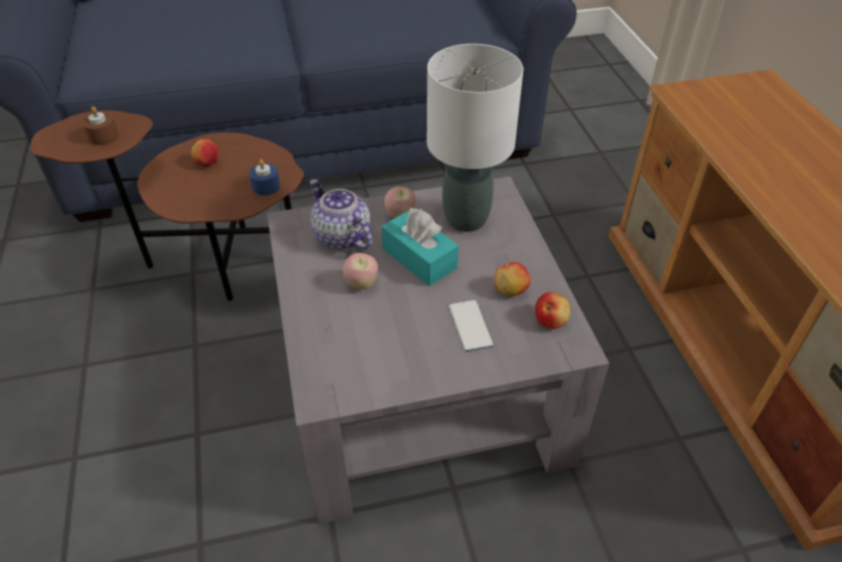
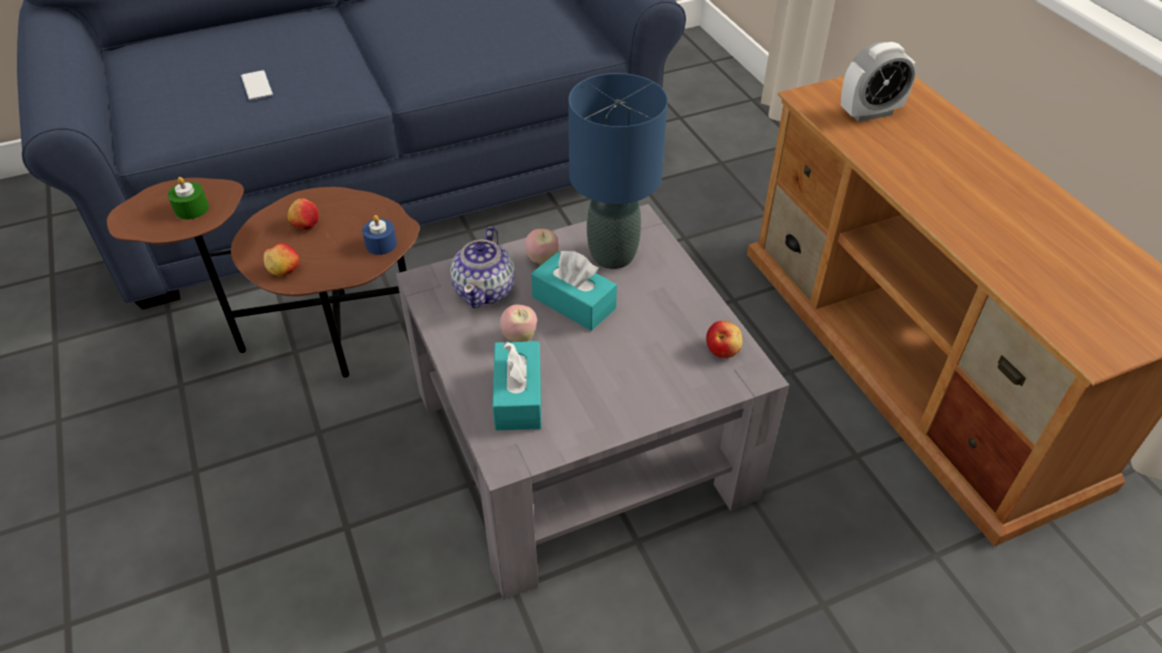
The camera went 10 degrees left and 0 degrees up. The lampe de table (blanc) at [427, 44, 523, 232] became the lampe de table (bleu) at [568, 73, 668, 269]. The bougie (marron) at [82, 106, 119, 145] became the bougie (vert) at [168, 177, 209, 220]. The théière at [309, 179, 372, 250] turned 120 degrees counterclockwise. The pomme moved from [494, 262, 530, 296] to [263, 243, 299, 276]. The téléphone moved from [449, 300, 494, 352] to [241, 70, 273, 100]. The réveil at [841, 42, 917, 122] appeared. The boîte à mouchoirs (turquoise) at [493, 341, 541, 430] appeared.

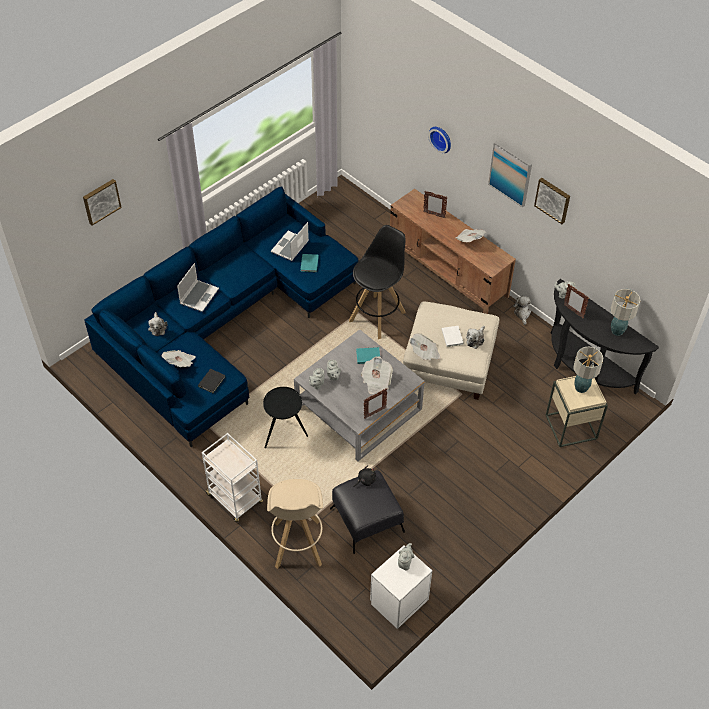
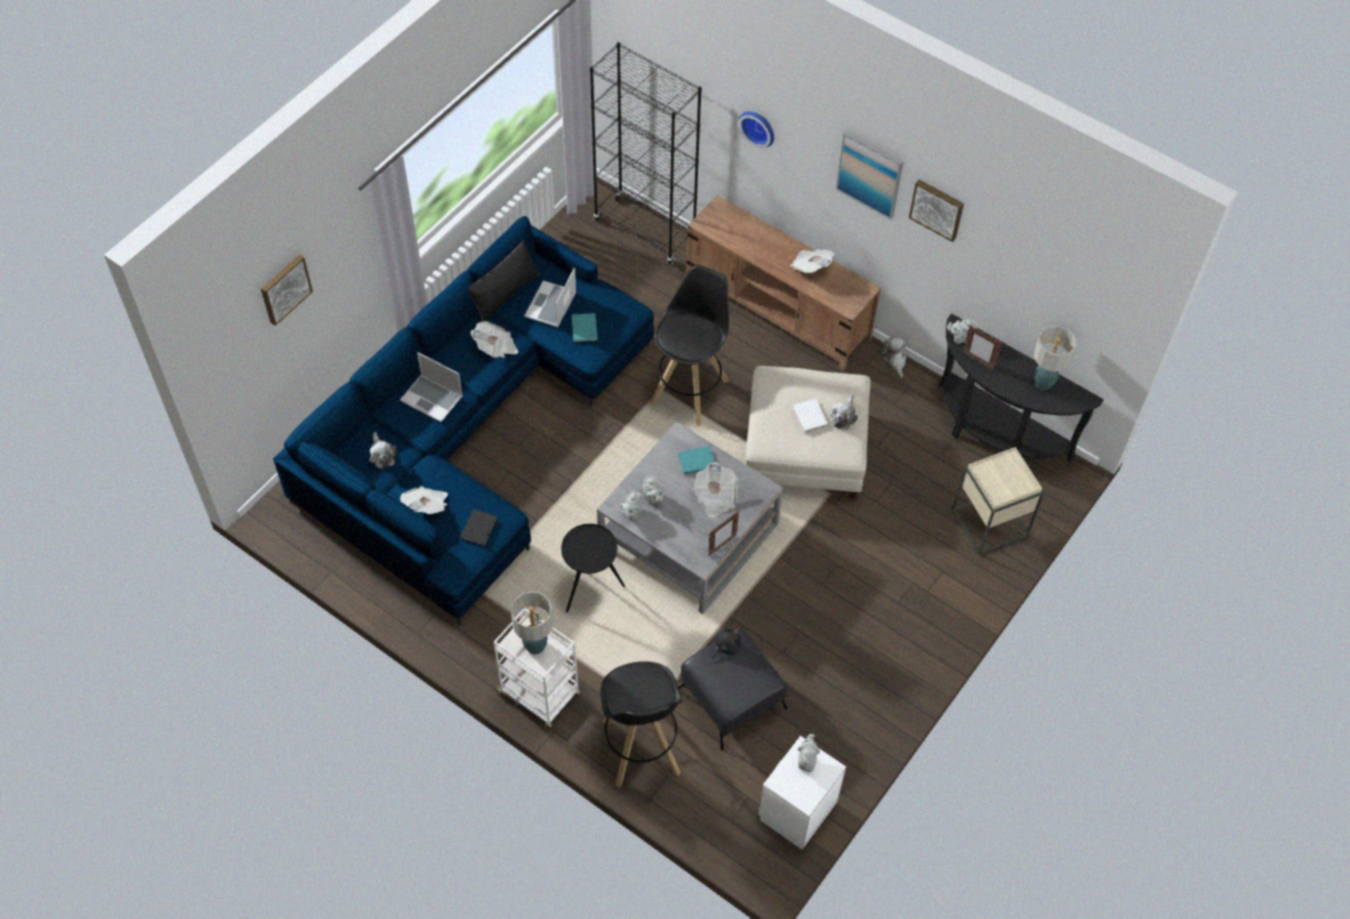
The camera went 10 degrees left and 5 degrees up. The cadre photo at [423, 191, 447, 218] disappeared. The ordinateur portable at [177, 263, 219, 312] turned 105 degrees clockwise. The journal moved from [409, 333, 440, 361] to [471, 321, 518, 358]. The lampe de table moved from [573, 346, 603, 393] to [511, 592, 553, 654]. The tabouret (beige) at [267, 479, 323, 569] became the tabouret (noir) at [601, 661, 682, 788]. The bibliothèque (noir) at [590, 42, 702, 264] appeared. The coussin (noir) at [467, 240, 541, 321] appeared.

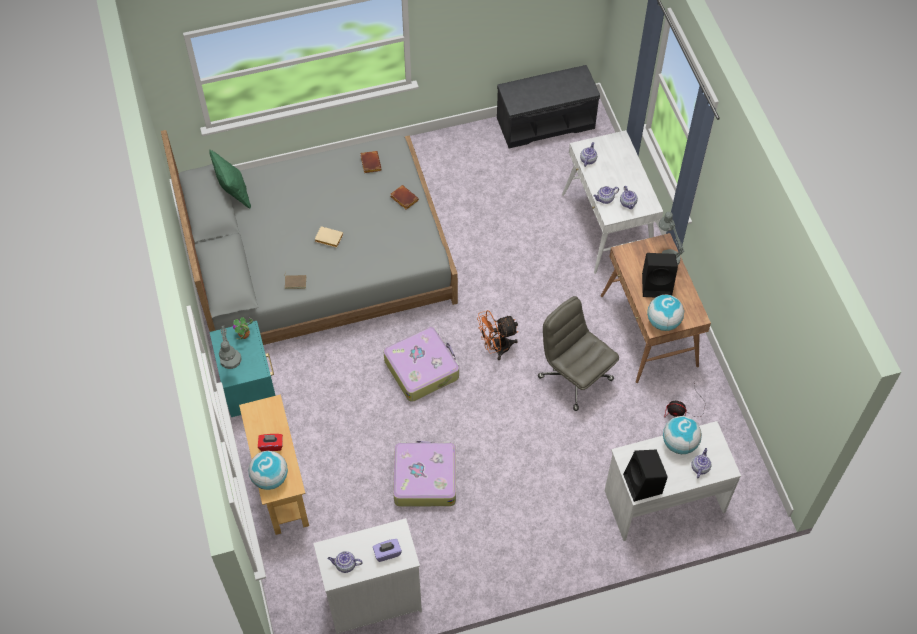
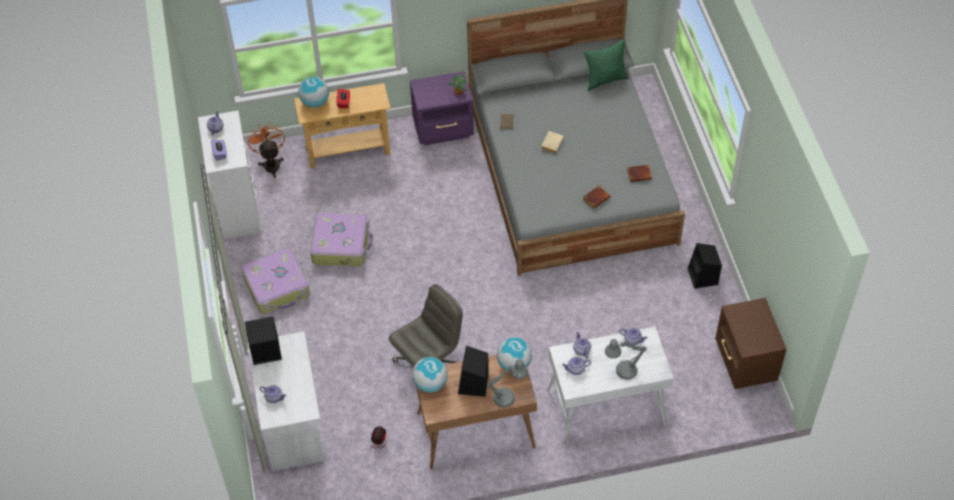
The camera went 95 degrees right and 5 degrees down. The banc (gris) at [497, 65, 600, 148] was replaced by the table de chevet (marron) at [715, 298, 787, 389]. The ventilateur (orange) moved from [477, 310, 518, 360] to [247, 122, 285, 178]. The table de chevet (turquoise) at [210, 321, 276, 417] became the table de chevet (violet) at [410, 71, 474, 145]. The lampe de table (gris) moved from [219, 325, 242, 369] to [605, 339, 647, 380]. The valise moved from [384, 327, 459, 402] to [241, 249, 310, 314]. The globe moved from [663, 416, 702, 454] to [497, 337, 532, 372]. The enceinte (noir) at [688, 243, 722, 289] appeared.

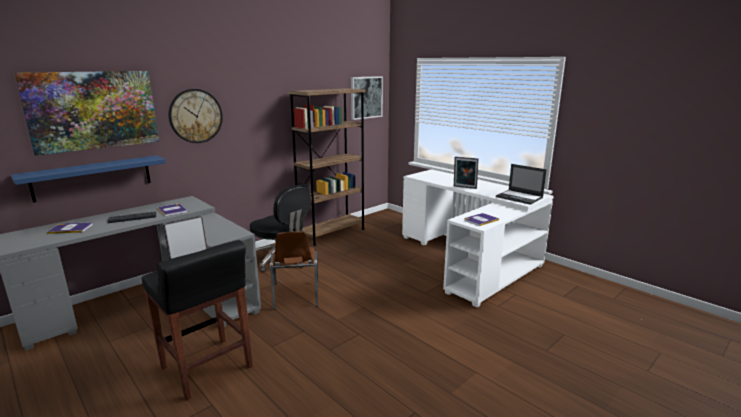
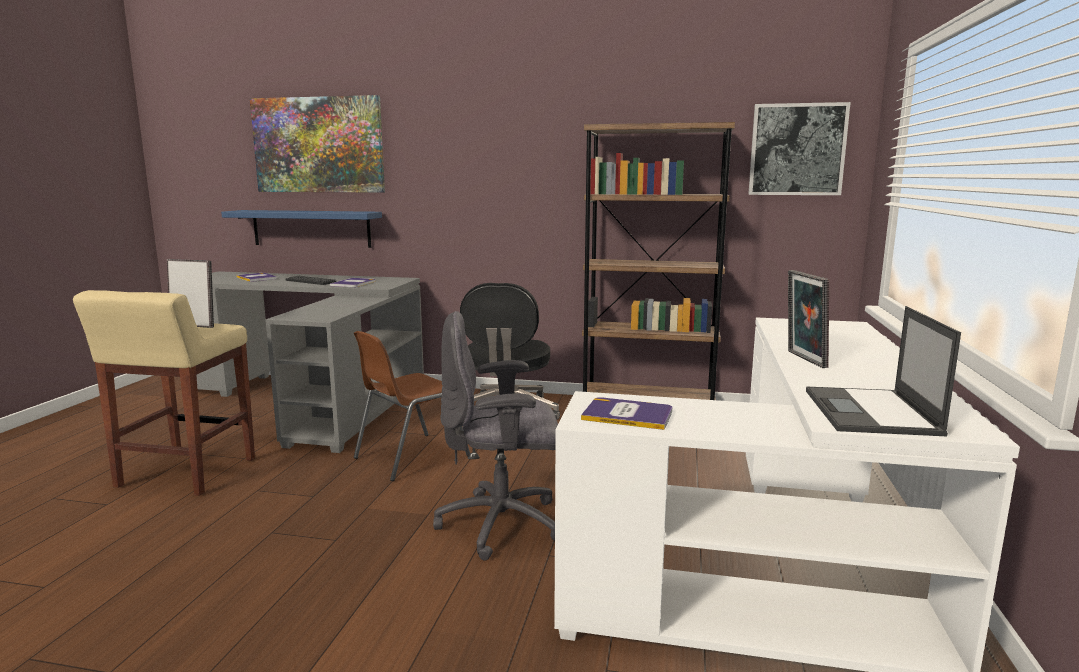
The camera went 55 degrees right and 5 degrees down. The horloge murale at [169, 89, 223, 143] disappeared. The tabouret (noir) at [142, 240, 253, 400] became the tabouret (beige) at [73, 290, 255, 496]. The chaise de bureau (gris) at [433, 311, 558, 560] appeared.

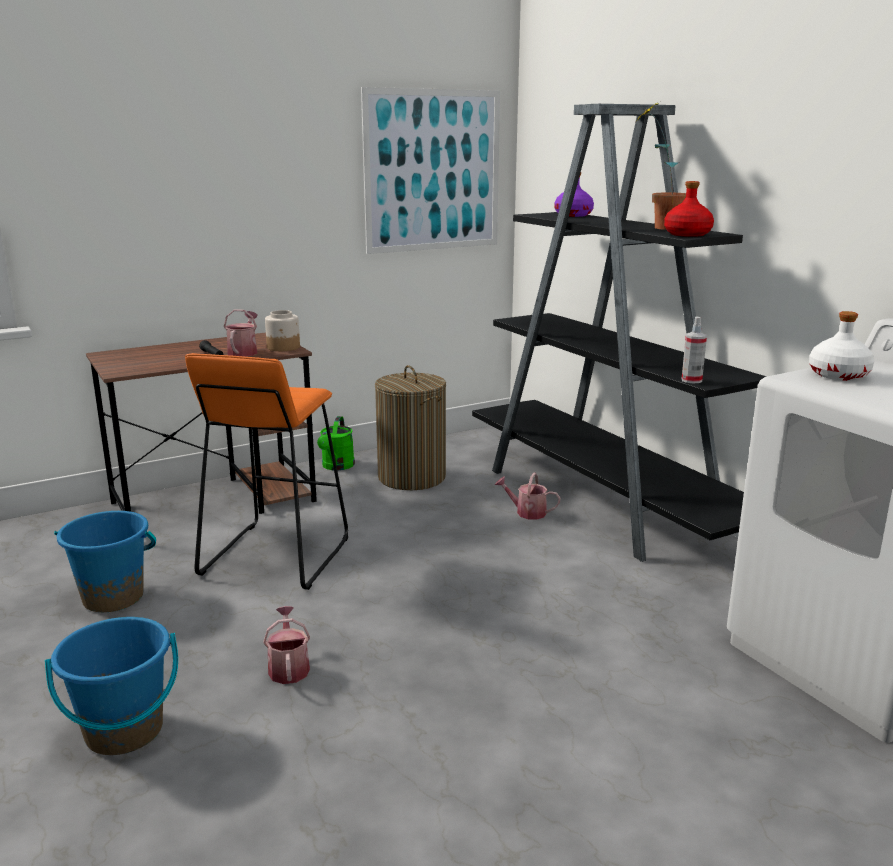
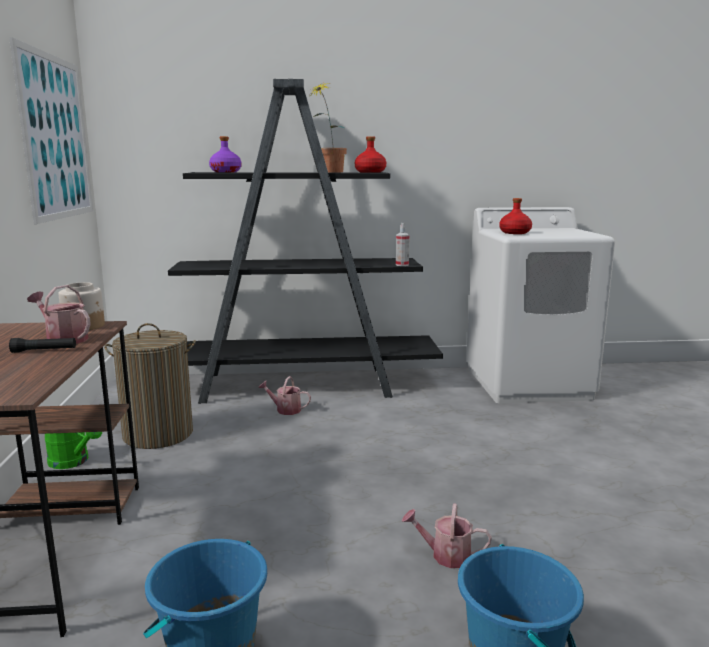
The camera went 65 degrees left and 5 degrees down. The bouteille (blanc) at [809, 311, 874, 381] became the bouteille (rouge) at [499, 198, 532, 234]. The tabouret (orange) at [185, 353, 348, 590] disappeared. The arrosoir at [495, 473, 561, 520] turned 60 degrees clockwise.

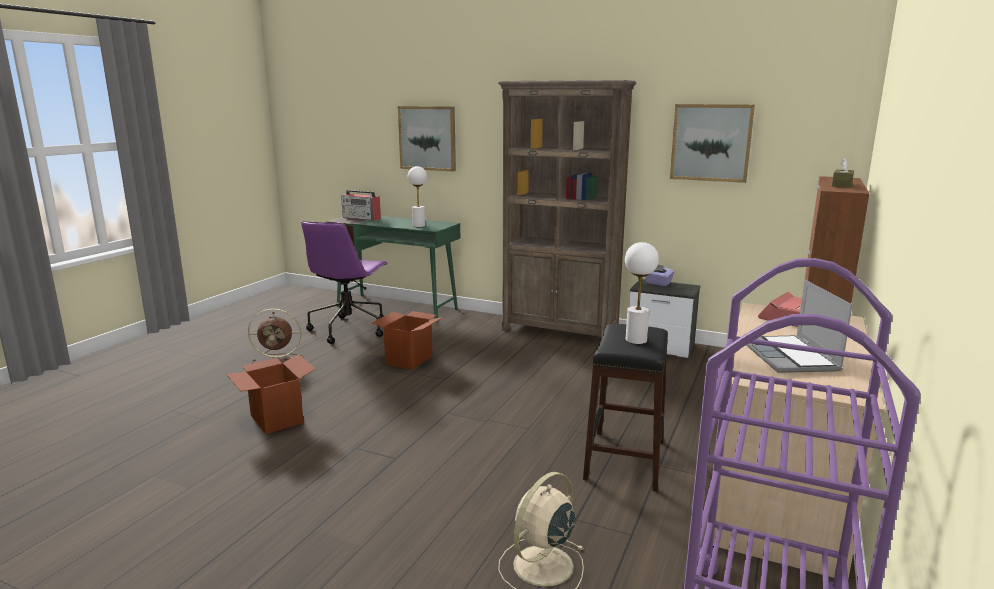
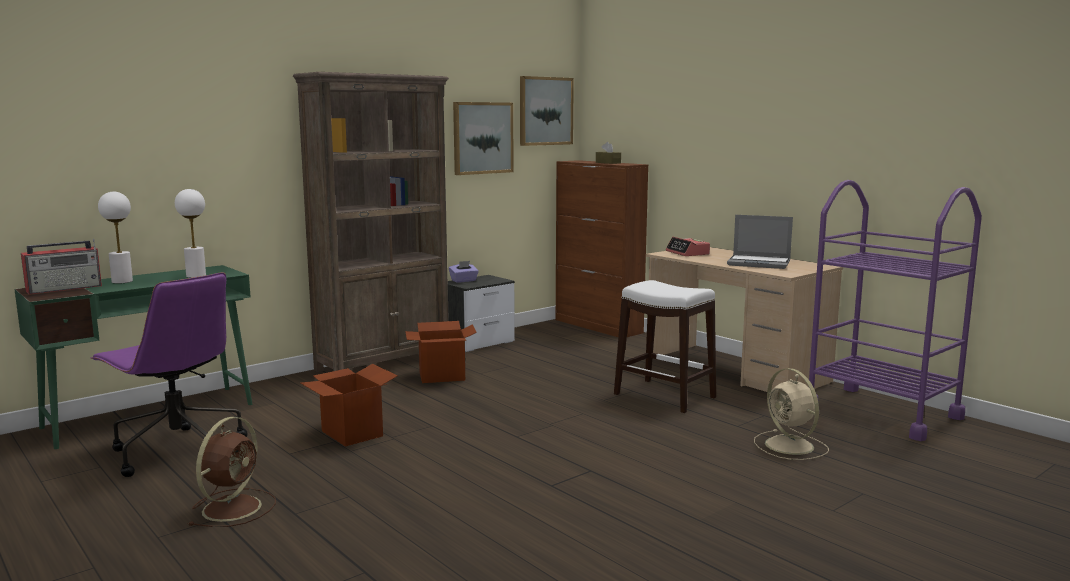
The camera went 65 degrees left and 5 degrees down. The tableau moved from [398, 106, 456, 172] to [520, 76, 574, 146]. The lampe de table (blanc) moved from [625, 242, 659, 344] to [98, 192, 133, 284]. The tabouret (noir) at [583, 324, 668, 492] became the tabouret (blanc) at [614, 280, 716, 413]. The carton moved from [226, 354, 316, 434] to [405, 321, 477, 383].

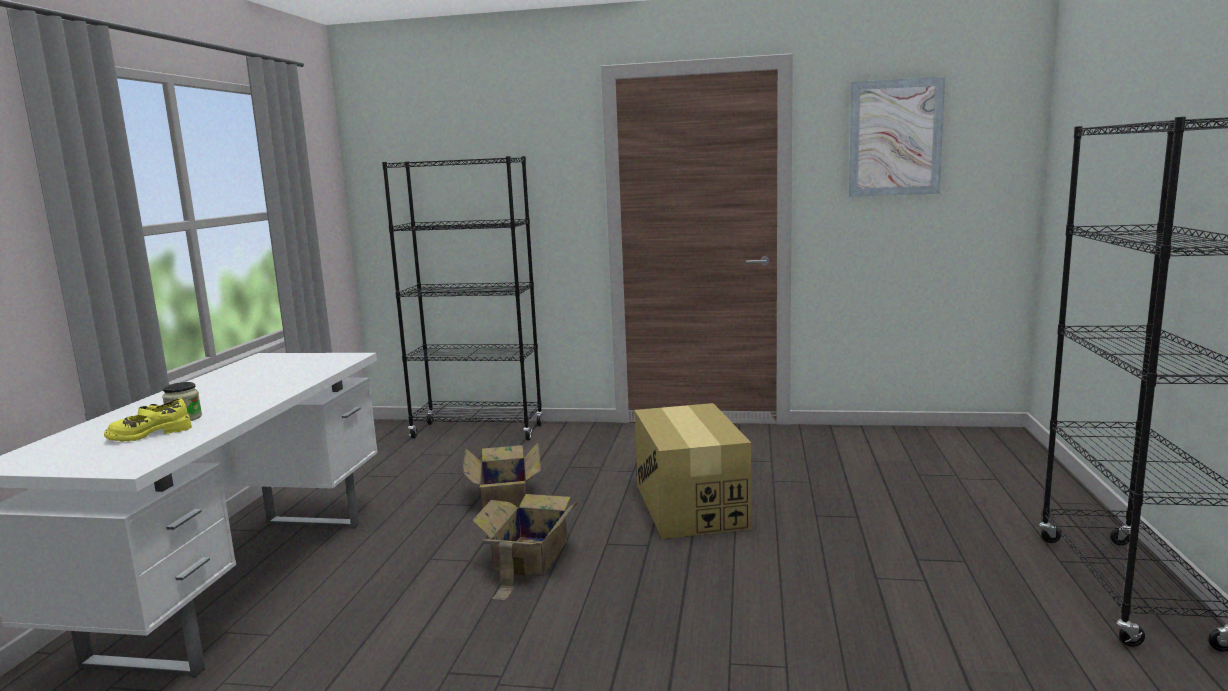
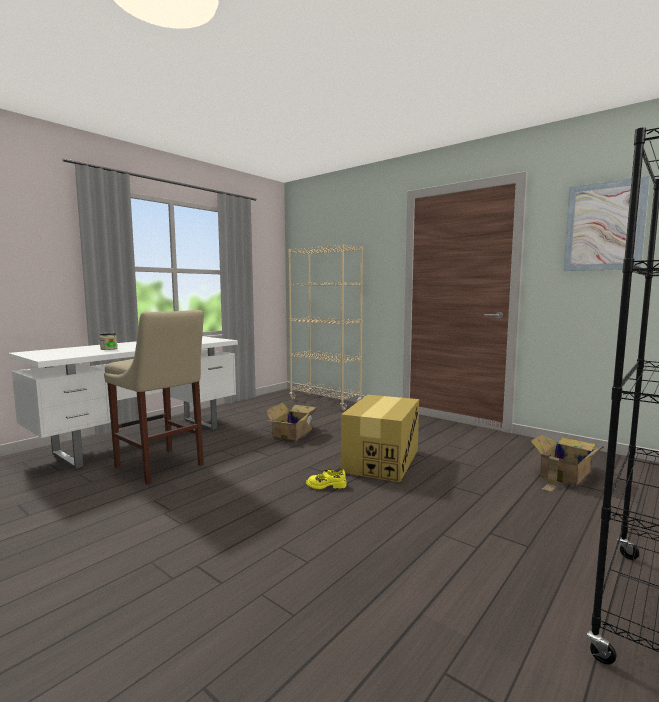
The camera went 30 degrees right and 5 degrees down. The bibliothèque (noir) at [382, 156, 543, 440] became the bibliothèque (beige) at [288, 244, 363, 411]. The chaussure (jaune) moved from [104, 398, 192, 442] to [306, 469, 347, 489]. The carton moved from [472, 494, 579, 601] to [531, 434, 604, 492]. The tabouret (beige) at [104, 310, 204, 485] appeared.

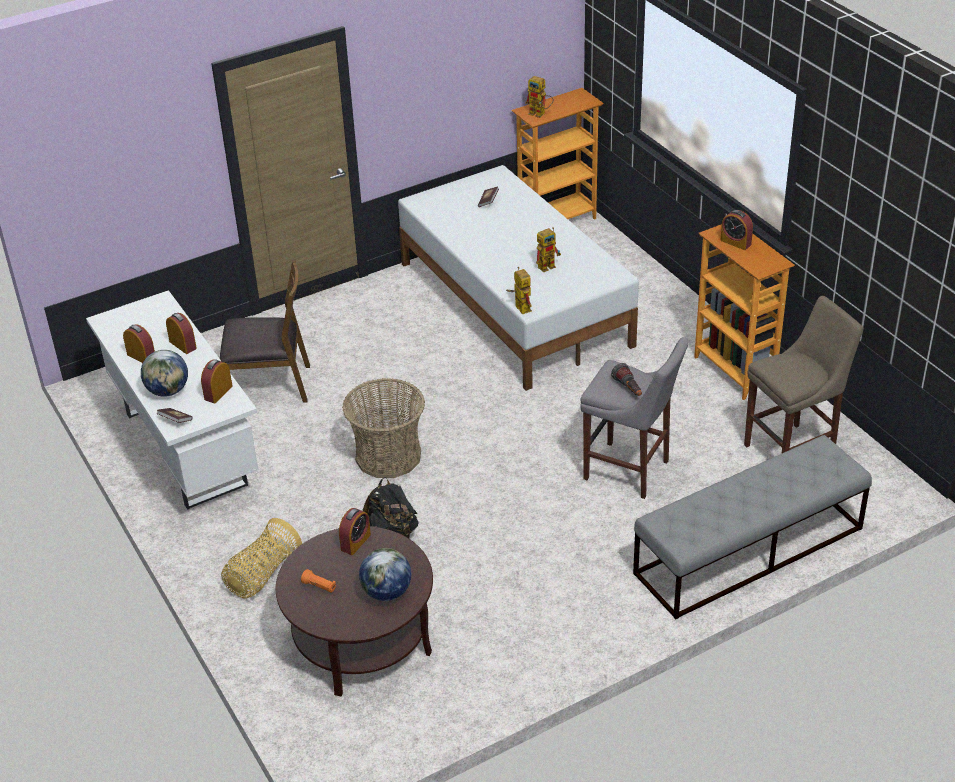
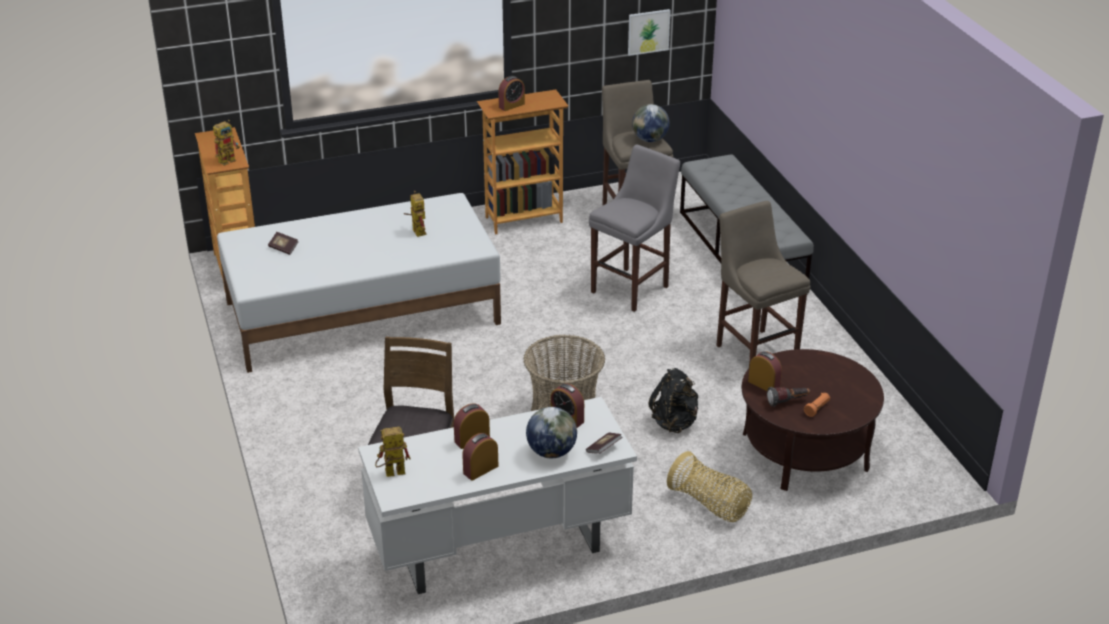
The camera went 80 degrees left and 5 degrees down. The robot jouet moved from [506, 267, 532, 314] to [375, 427, 410, 477]. The lampe de poche moved from [611, 363, 642, 396] to [767, 387, 810, 407]. The globe moved from [359, 548, 411, 601] to [632, 104, 670, 142]. The tableau at [628, 9, 670, 56] appeared. The tabouret (beige) at [716, 201, 810, 367] appeared.

